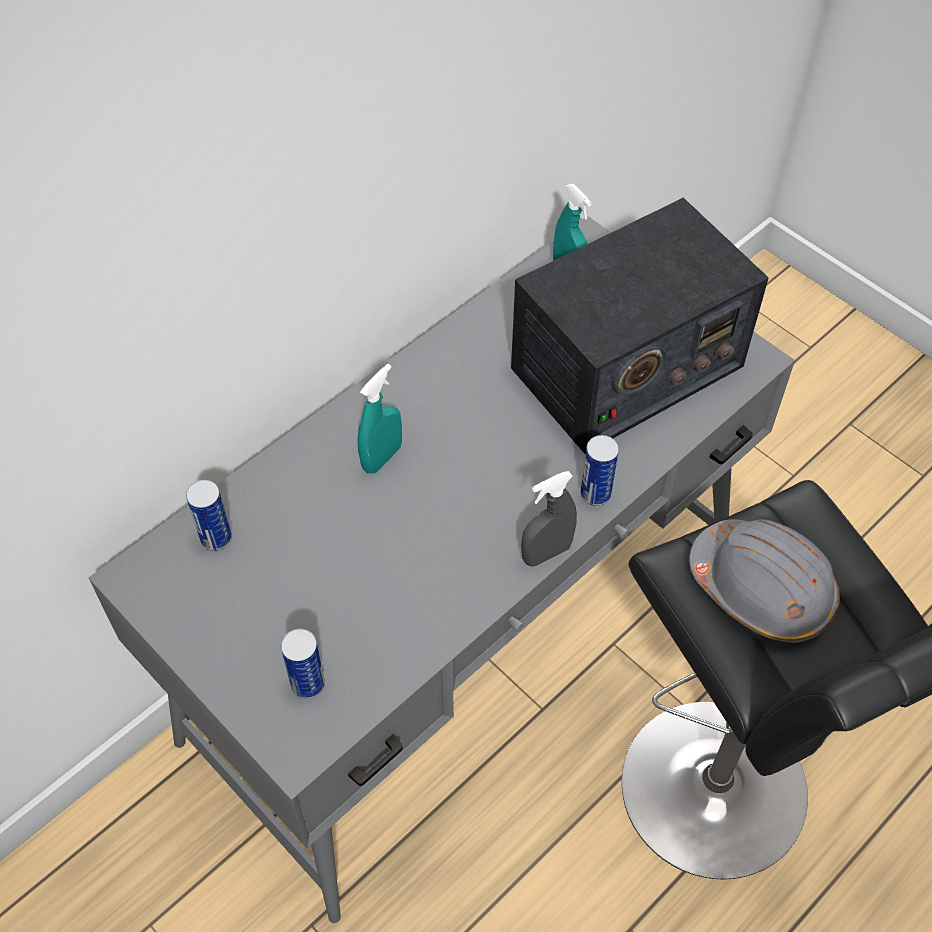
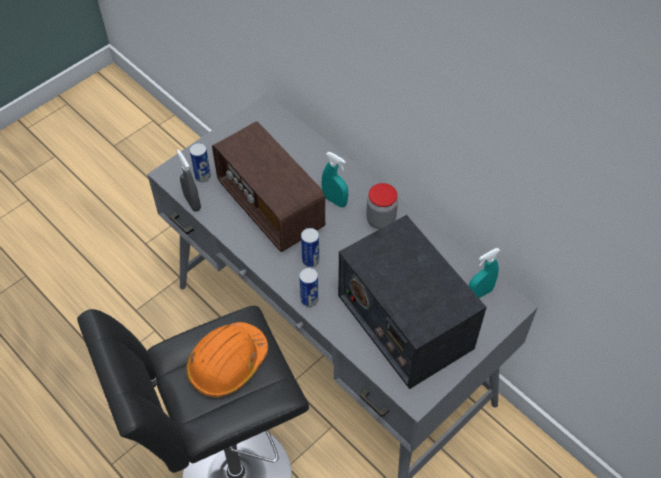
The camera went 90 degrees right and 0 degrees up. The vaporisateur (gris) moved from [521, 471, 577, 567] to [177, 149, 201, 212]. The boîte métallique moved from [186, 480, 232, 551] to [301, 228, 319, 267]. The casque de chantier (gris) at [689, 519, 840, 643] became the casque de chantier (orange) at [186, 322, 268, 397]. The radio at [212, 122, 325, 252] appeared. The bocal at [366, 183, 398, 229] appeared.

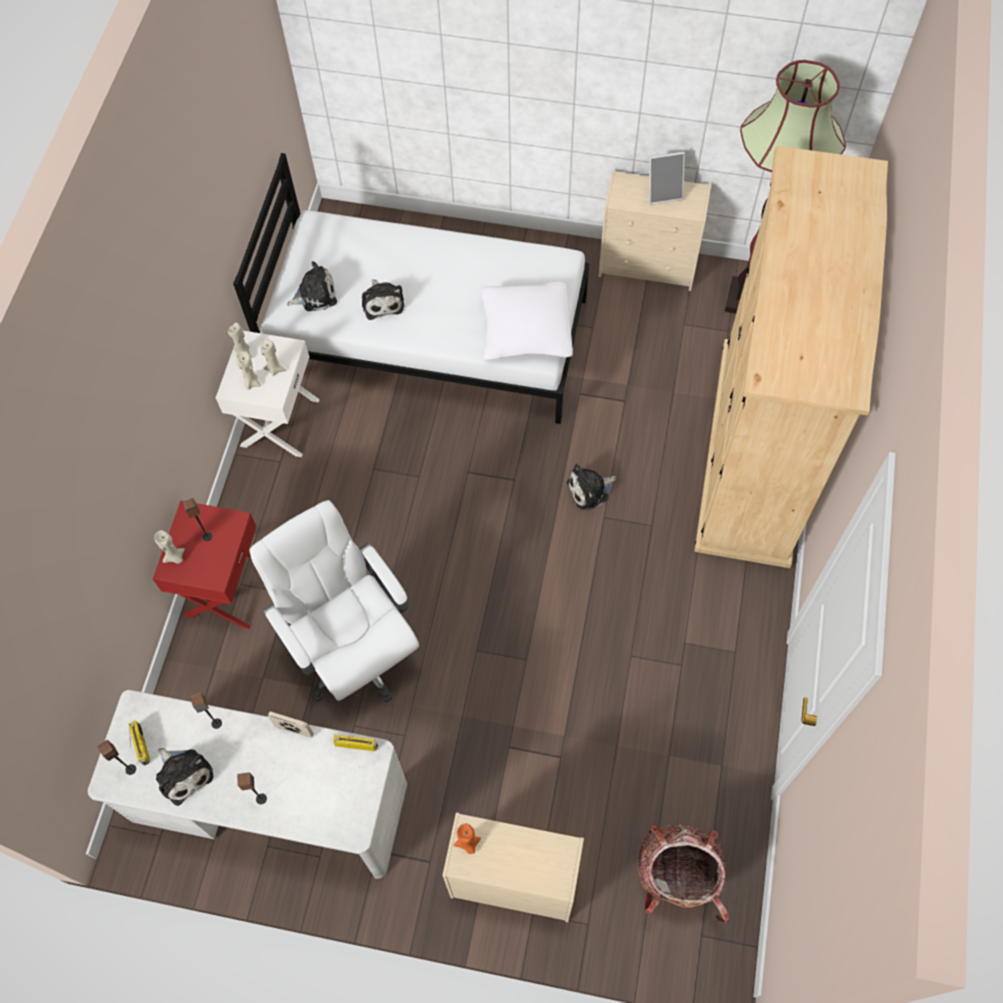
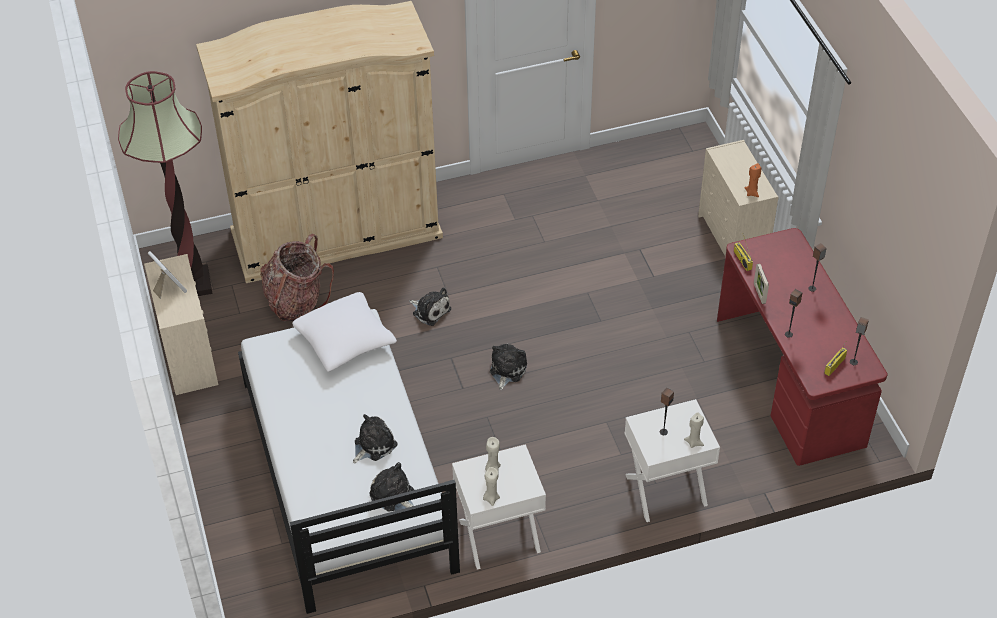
The camera went 120 degrees left and 15 degrees down. The bougie (beige) at [236, 351, 261, 390] disappeared. The chaise de bureau (blanc) at [249, 500, 419, 703] disappeared. The table de chevet (rouge) at [153, 501, 256, 629] became the table de chevet (blanc) at [624, 399, 720, 522]. The bureau (blanc) at [88, 690, 407, 879] became the bureau (rouge) at [717, 228, 888, 466]. The peluche moved from [156, 748, 213, 806] to [490, 344, 527, 390]. The sac à dos moved from [638, 824, 730, 924] to [260, 234, 334, 321].

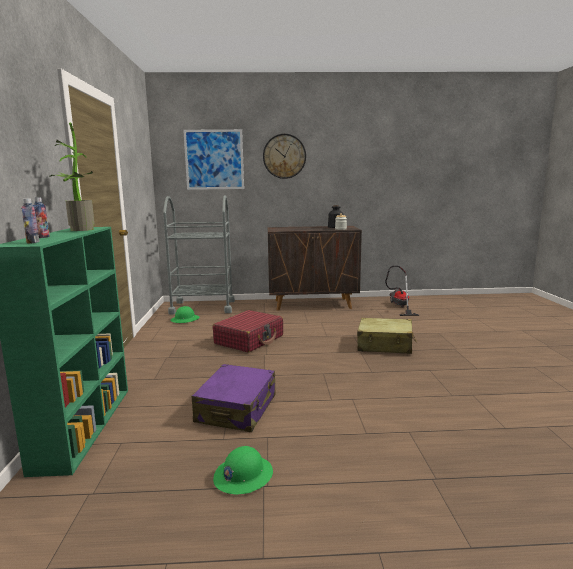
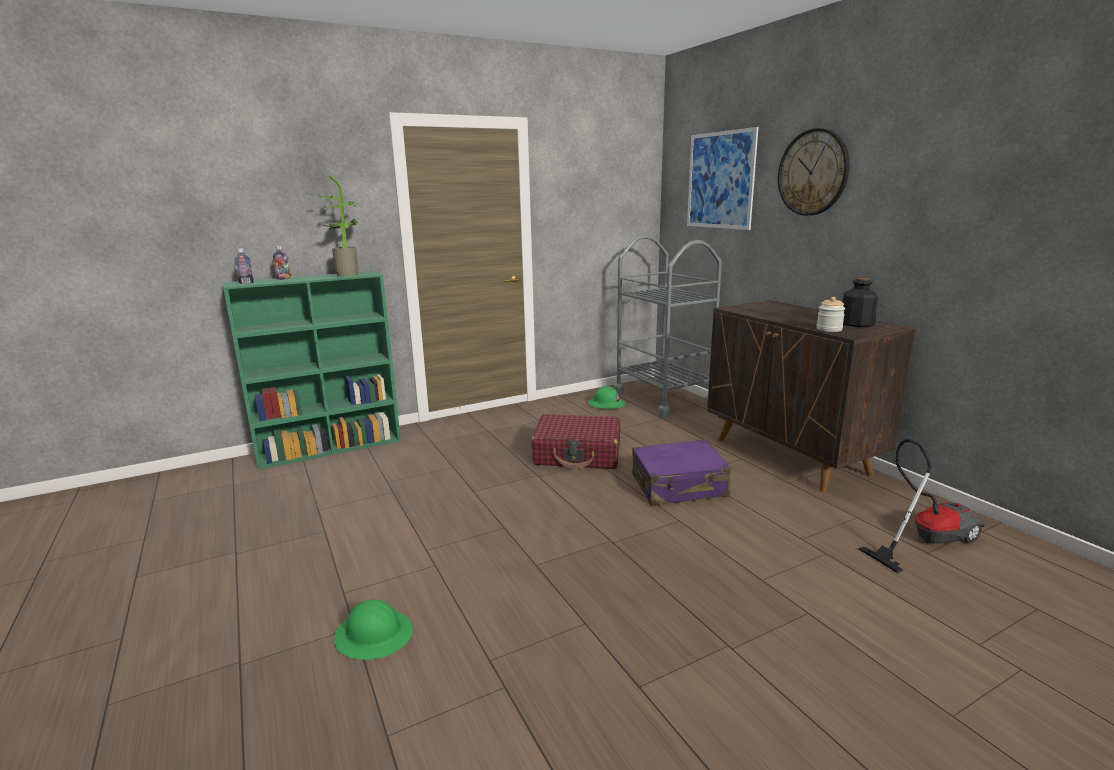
The camera went 65 degrees right and 5 degrees up. The valise (beige) at [357, 318, 417, 354] disappeared. The valise (violet) moved from [192, 364, 276, 432] to [632, 440, 731, 506]. The casque de chantier (vert) moved from [213, 446, 273, 495] to [334, 599, 413, 660].

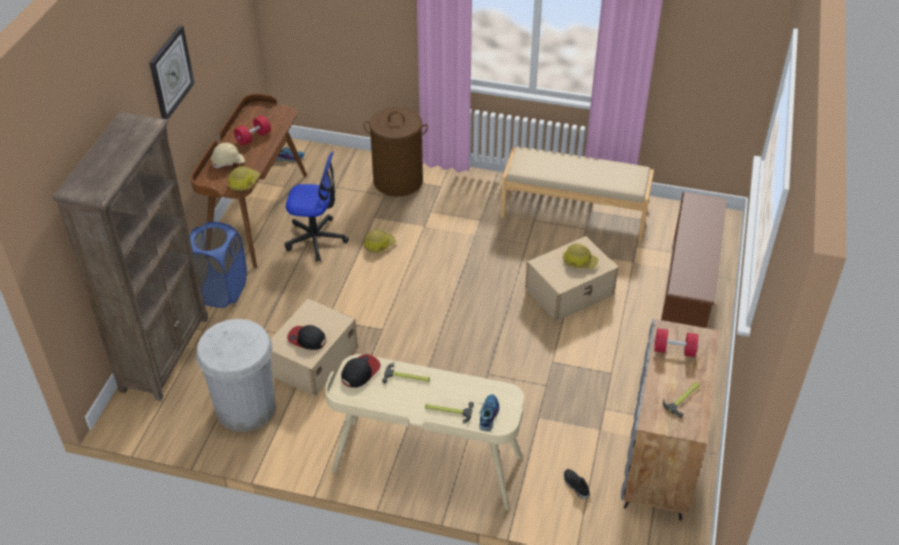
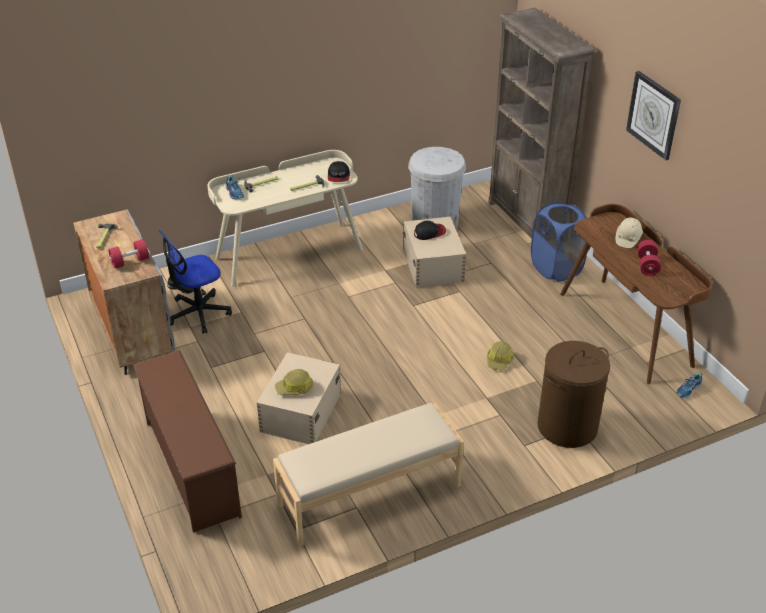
The camera went 140 degrees right and 5 degrees down. The chaise de bureau moved from [285, 152, 349, 262] to [158, 230, 232, 334]. The casque de chantier at [228, 166, 260, 192] disappeared.

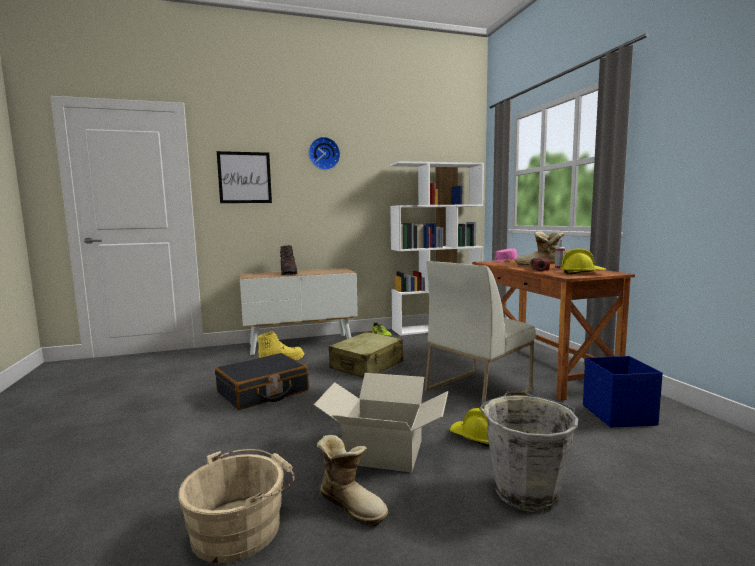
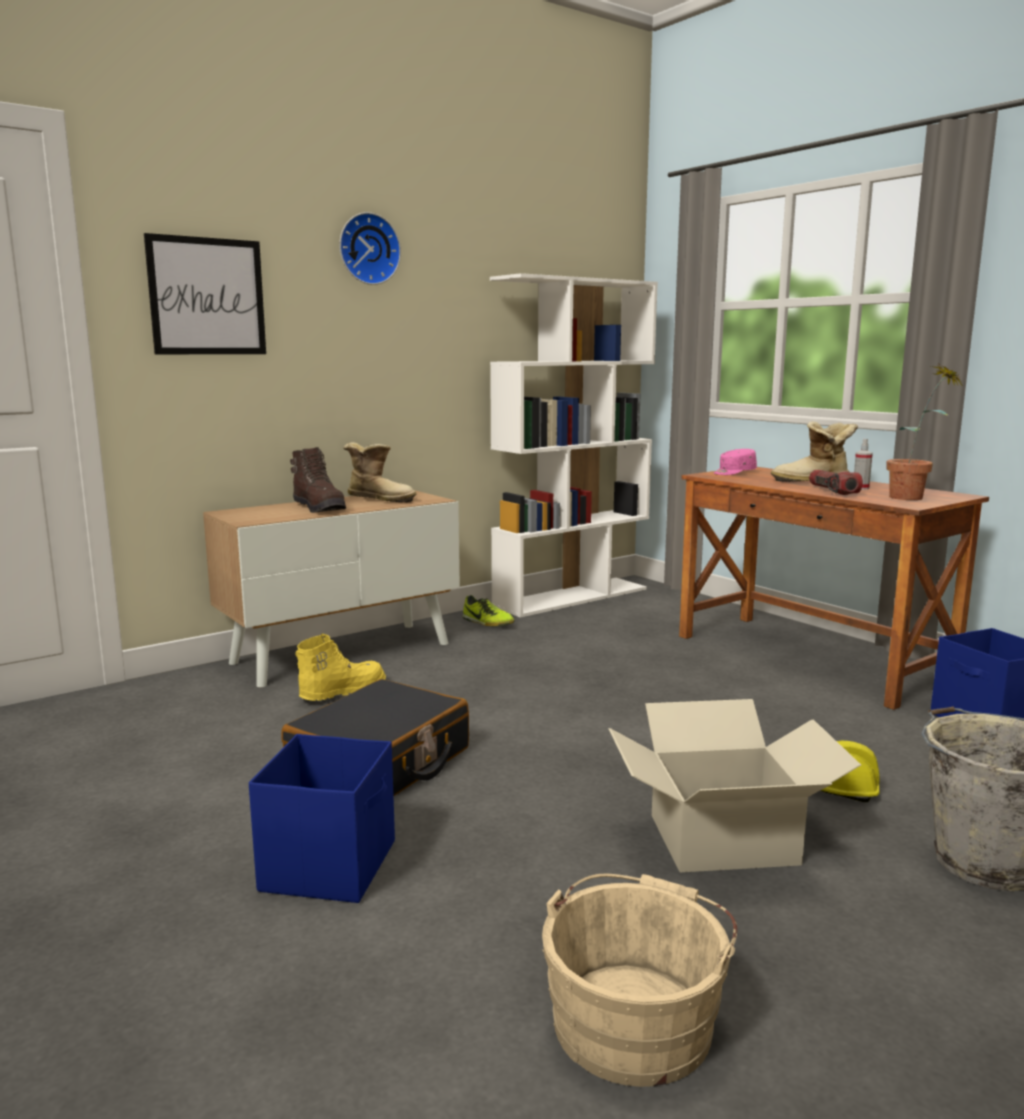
The camera went 20 degrees left and 5 degrees up. The casque de chantier (jaune) at [560, 248, 606, 274] was replaced by the plante en pot at [887, 363, 964, 500]. The chaise (blanc) at [425, 261, 536, 409] disappeared. The valise (beige) at [329, 332, 403, 378] disappeared. The botte moved from [317, 435, 388, 526] to [343, 442, 416, 503]. The boîte de rangement (bleu) at [249, 734, 395, 903] appeared.

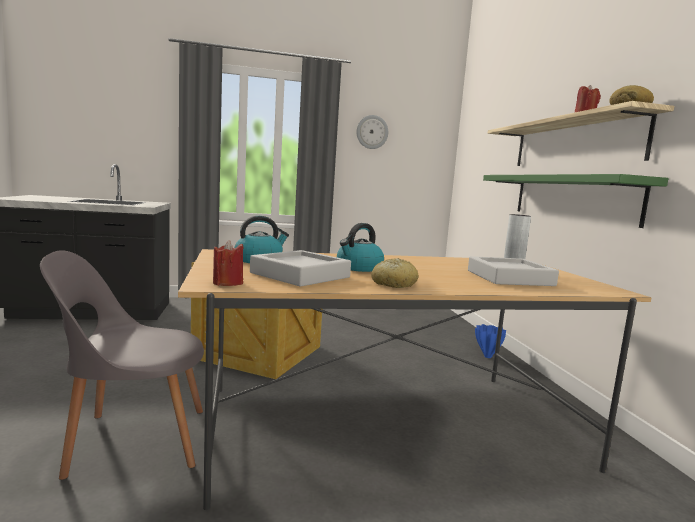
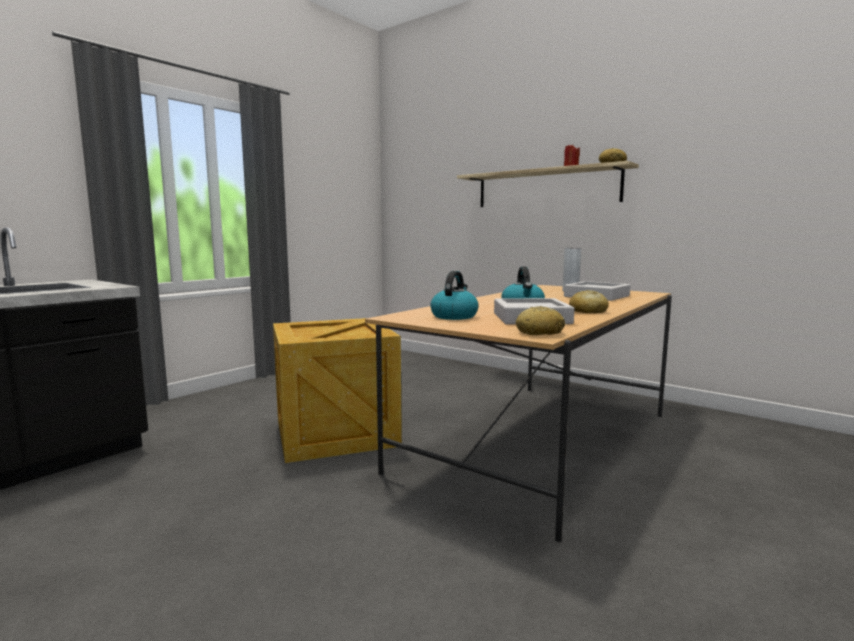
The camera went 40 degrees left and 0 degrees up. The horloge murale at [357, 115, 388, 149] disappeared. The étagère (vert) at [483, 174, 668, 228] disappeared. The bougie (rouge) at [213, 240, 244, 286] was replaced by the pain at [516, 306, 565, 335]. The chaise (gris) at [40, 250, 204, 480] disappeared. The vase (bleu) at [475, 324, 506, 358] disappeared.

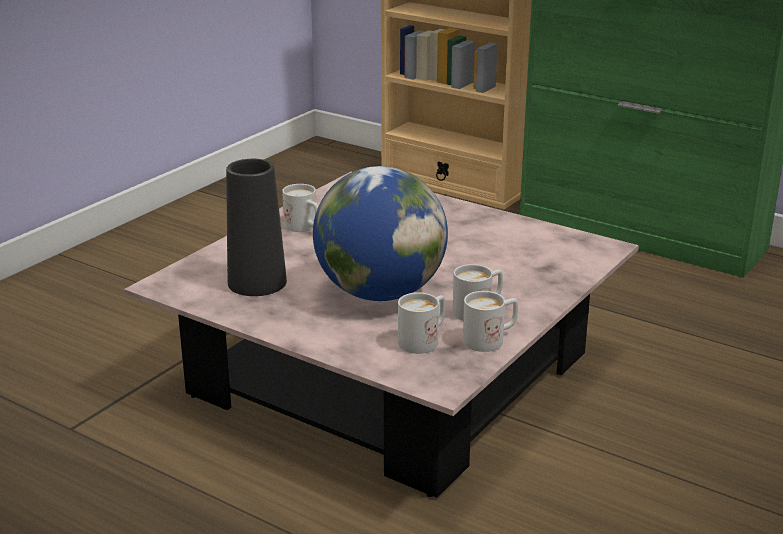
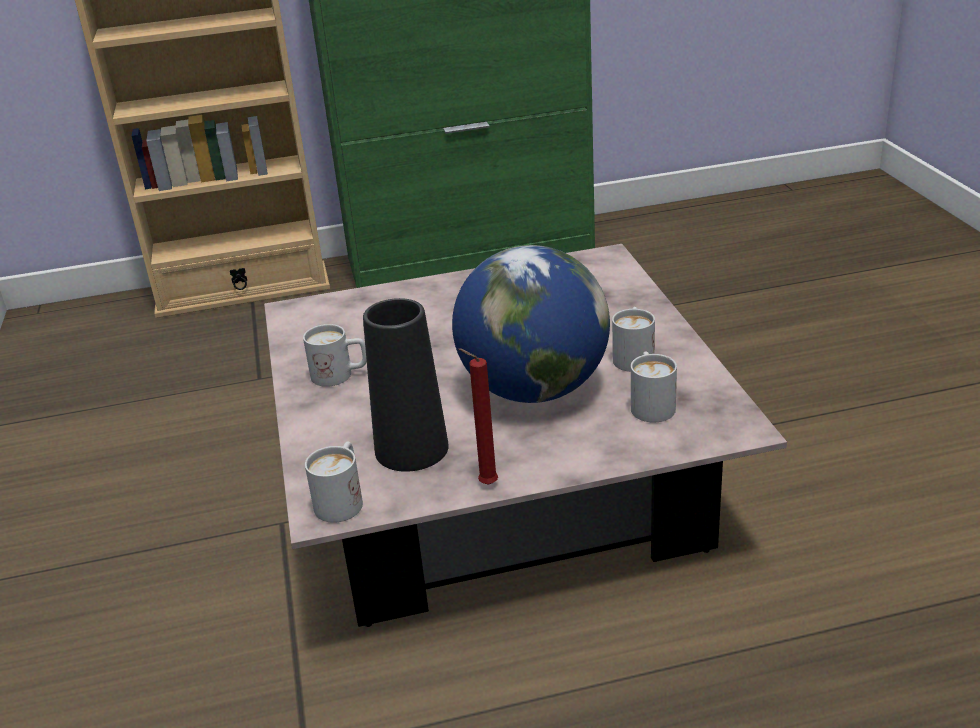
The camera went 45 degrees left and 5 degrees up. The mug (blanc) moved from [463, 291, 518, 352] to [305, 441, 363, 523]. The bougie (rouge) at [459, 348, 498, 485] appeared.

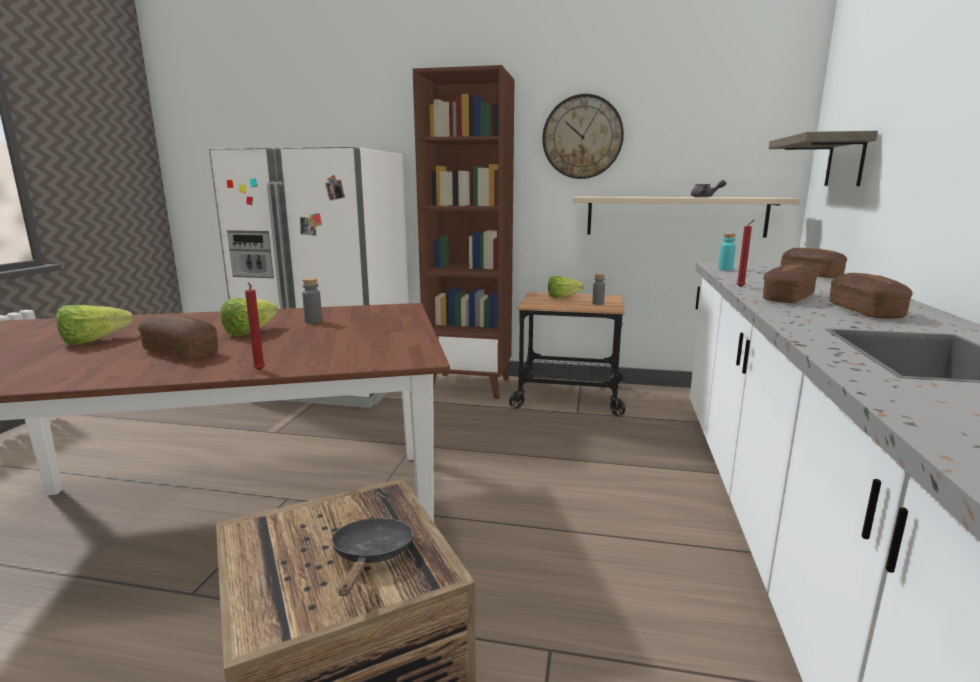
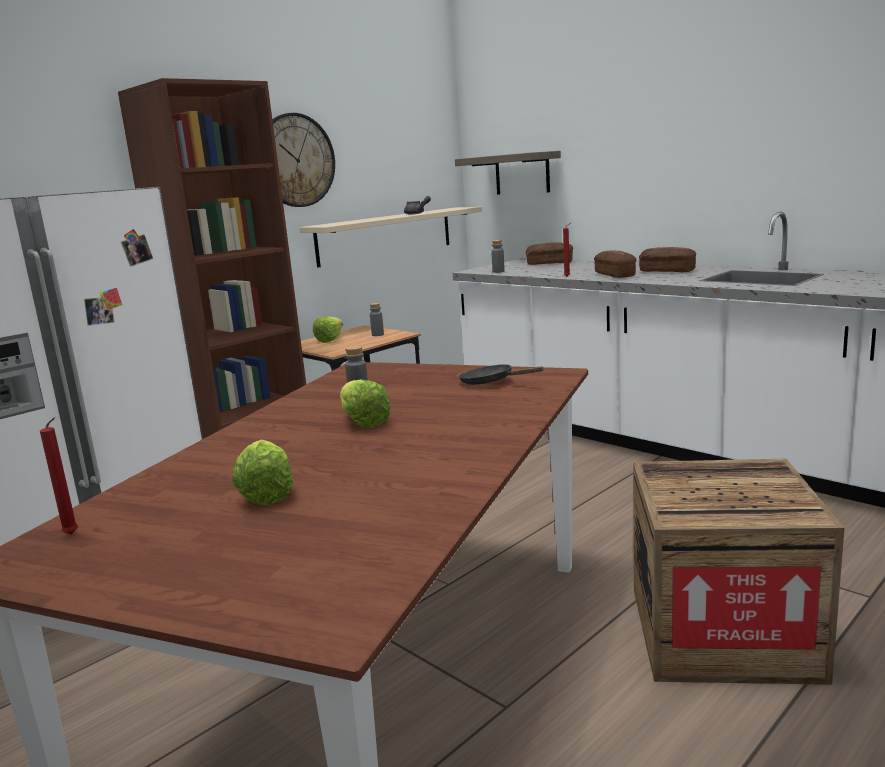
The camera went 55 degrees left and 0 degrees up. The bouteille (turquoise) at [718, 233, 736, 271] became the bouteille (gris) at [491, 240, 505, 273]. The bougie (rouge) moved from [245, 282, 265, 371] to [40, 417, 78, 534]. The pain at [138, 315, 218, 360] disappeared. The poêle (noir) moved from [331, 518, 414, 596] to [459, 365, 544, 385].

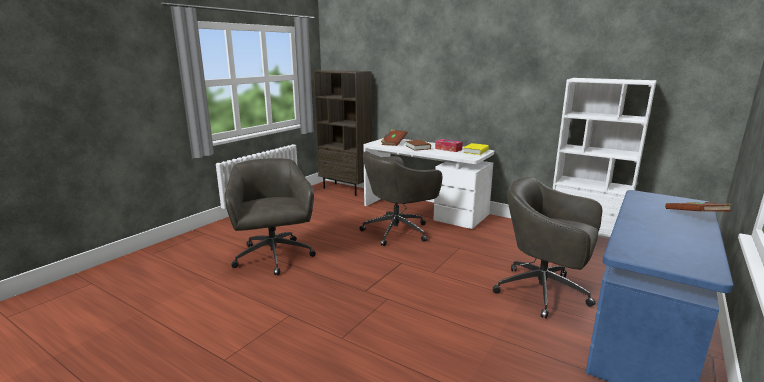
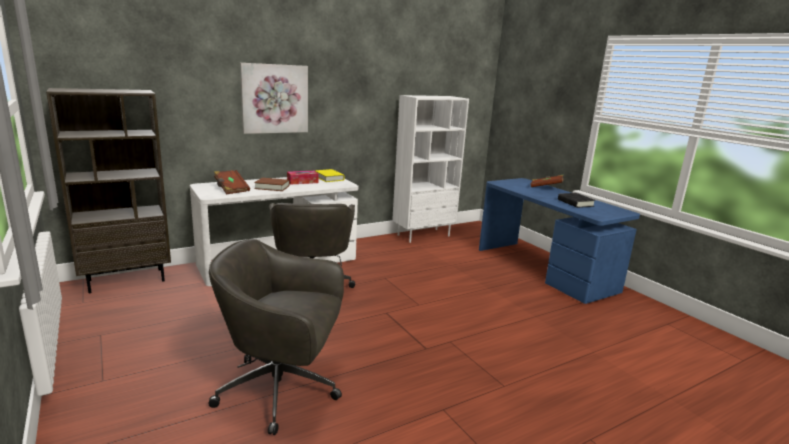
The camera went 65 degrees left and 0 degrees up. The chaise de bureau (gris) at [493, 177, 602, 318] disappeared. The tableau at [240, 63, 308, 134] appeared. The livre (noir) at [558, 193, 595, 208] appeared.

